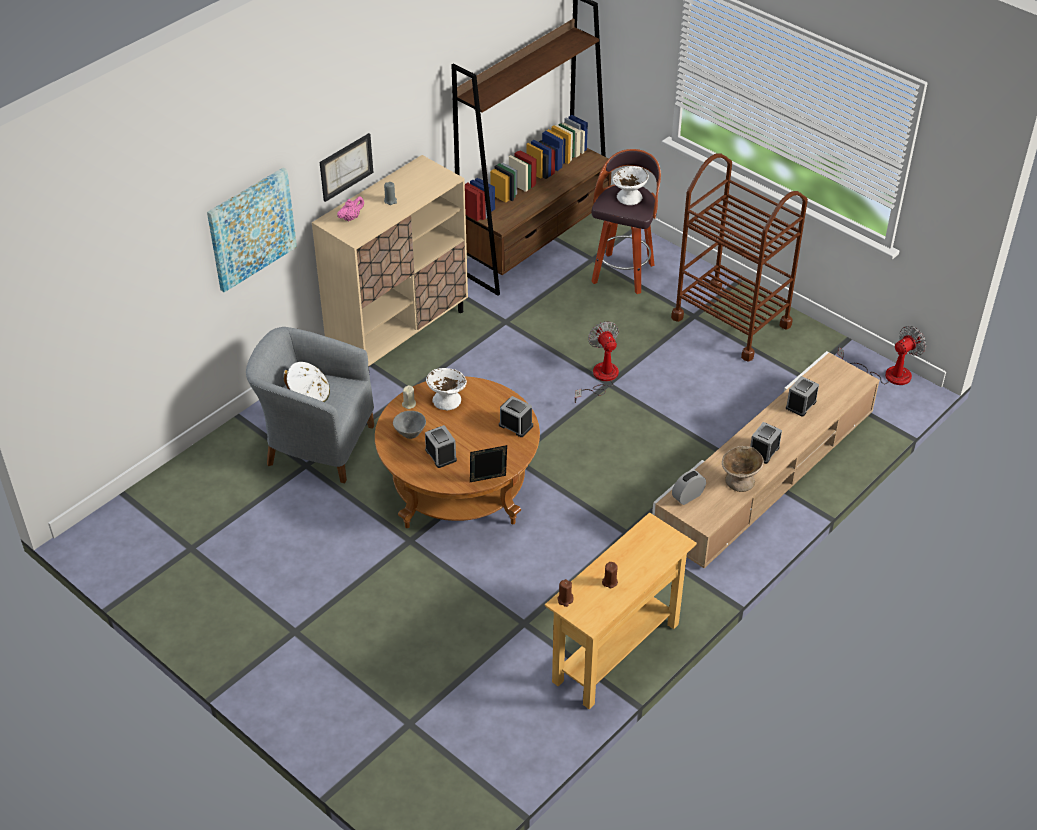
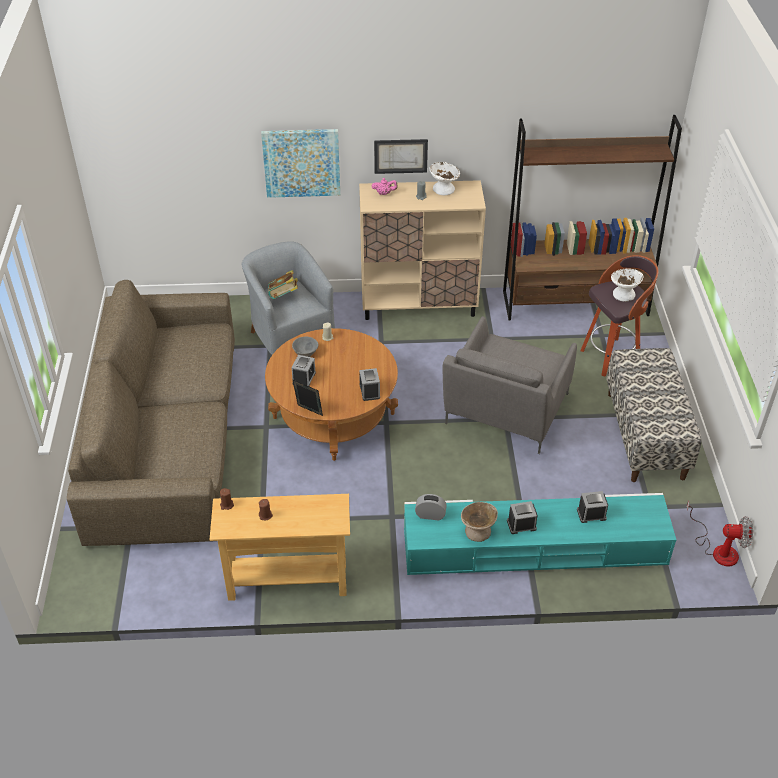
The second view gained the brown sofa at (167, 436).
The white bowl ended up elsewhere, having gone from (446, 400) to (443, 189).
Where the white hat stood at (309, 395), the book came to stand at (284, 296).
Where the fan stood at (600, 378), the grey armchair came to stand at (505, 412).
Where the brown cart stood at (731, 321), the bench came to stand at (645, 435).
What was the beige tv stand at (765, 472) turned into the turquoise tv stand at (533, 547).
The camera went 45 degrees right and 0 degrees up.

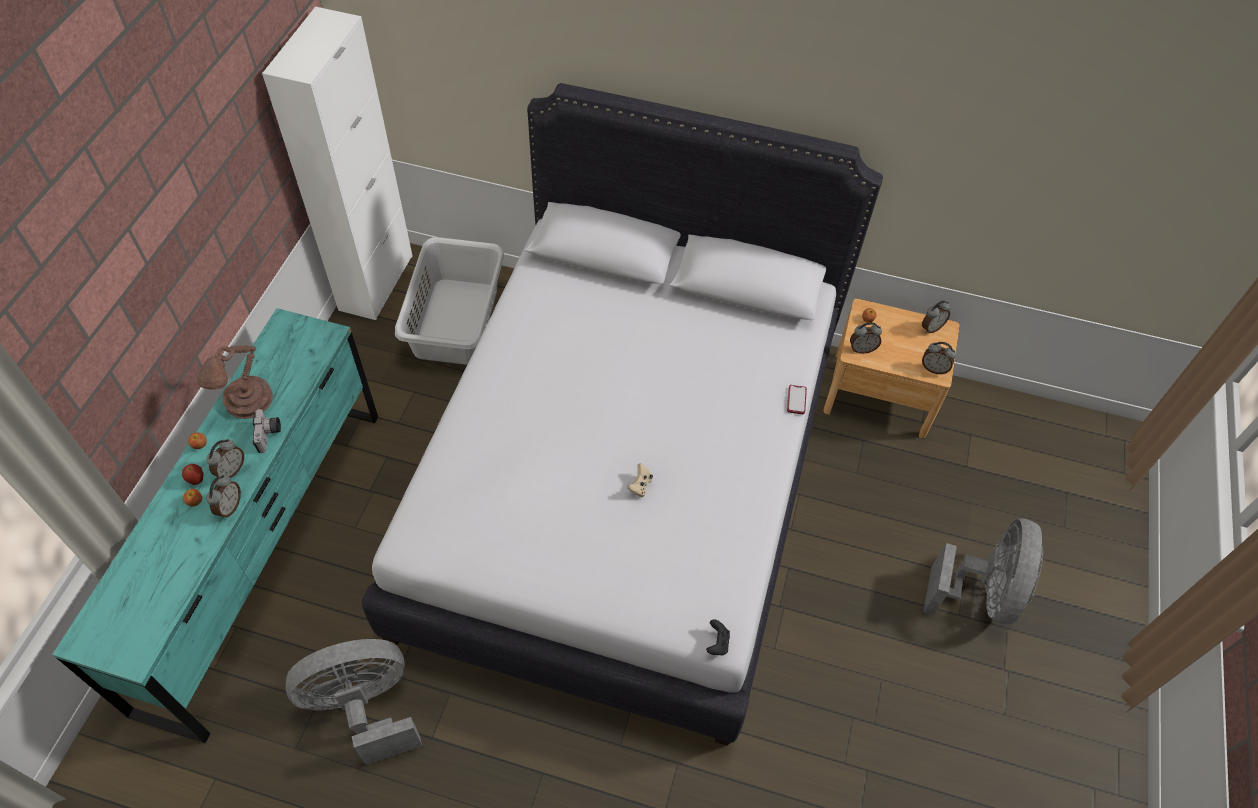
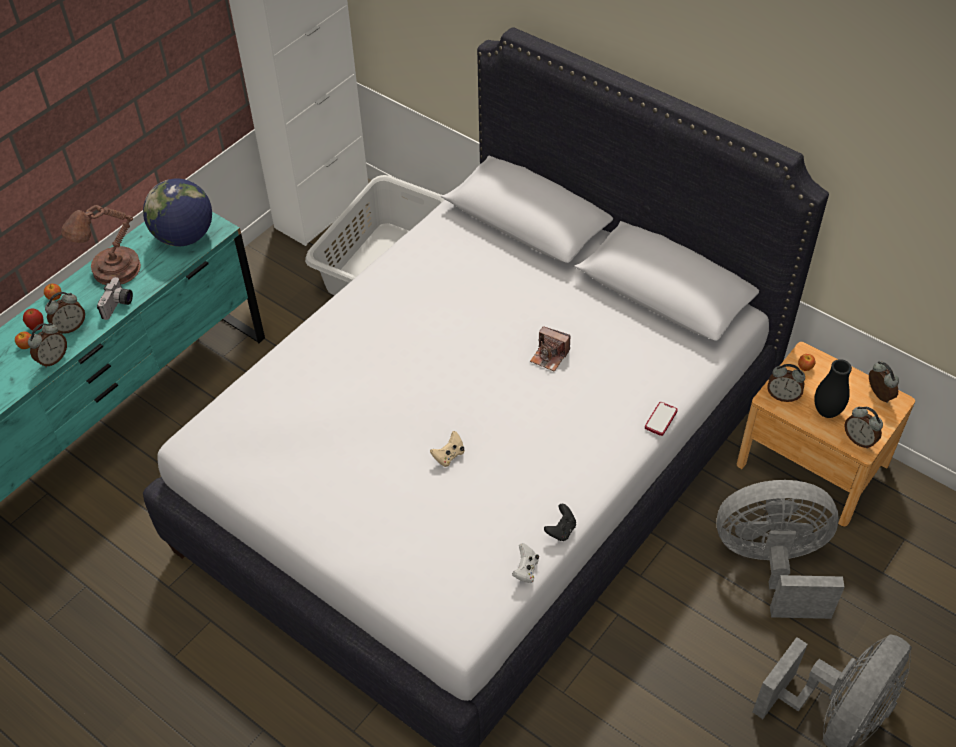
The second view gained the globe at (184, 237).
The second view gained the white game controller at (525, 570).
The second view gained the photo camera at (549, 356).
The second view gained the black vase at (826, 411).
The grey fan ended up elsewhere, having gone from (364, 707) to (773, 566).
The black game controller ended up elsewhere, having gone from (717, 643) to (561, 530).
The alarm clock at (931, 327) ended up facing another way, 105 degrees counterclockwise from before.
The camera went 25 degrees right and 5 degrees down.

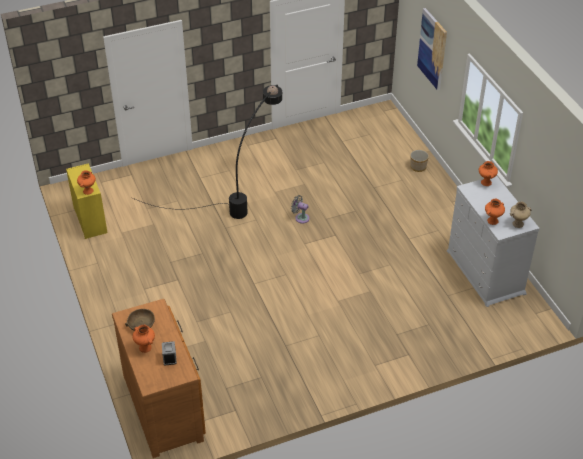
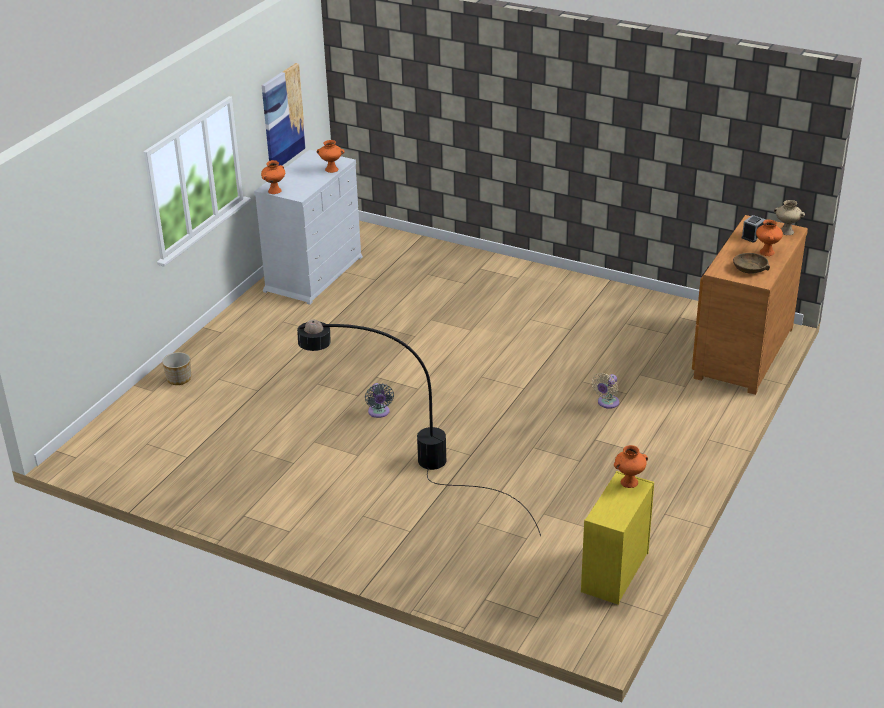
The second view gained the beige fan at (607, 403).
The picture ended up elsewhere, having gone from (432, 49) to (282, 117).
The beige vase ended up elsewhere, having gone from (518, 223) to (786, 232).
The camera went 130 degrees left and 10 degrees down.

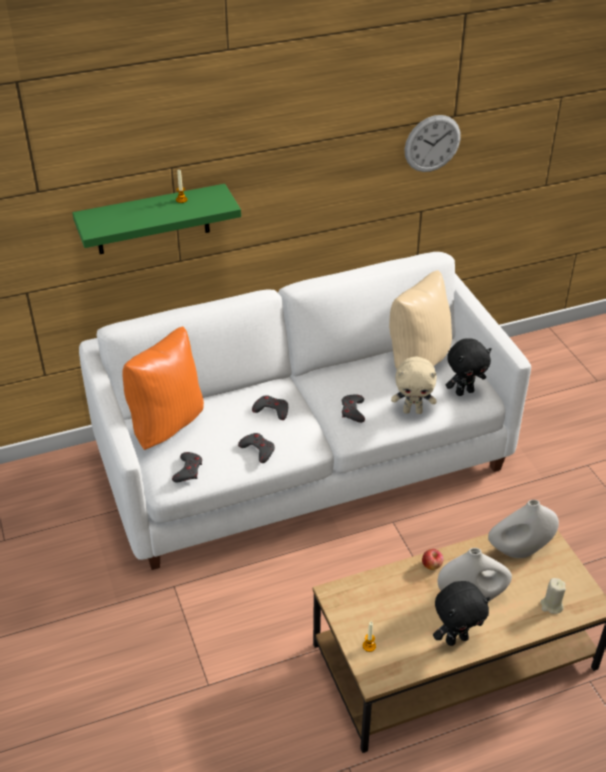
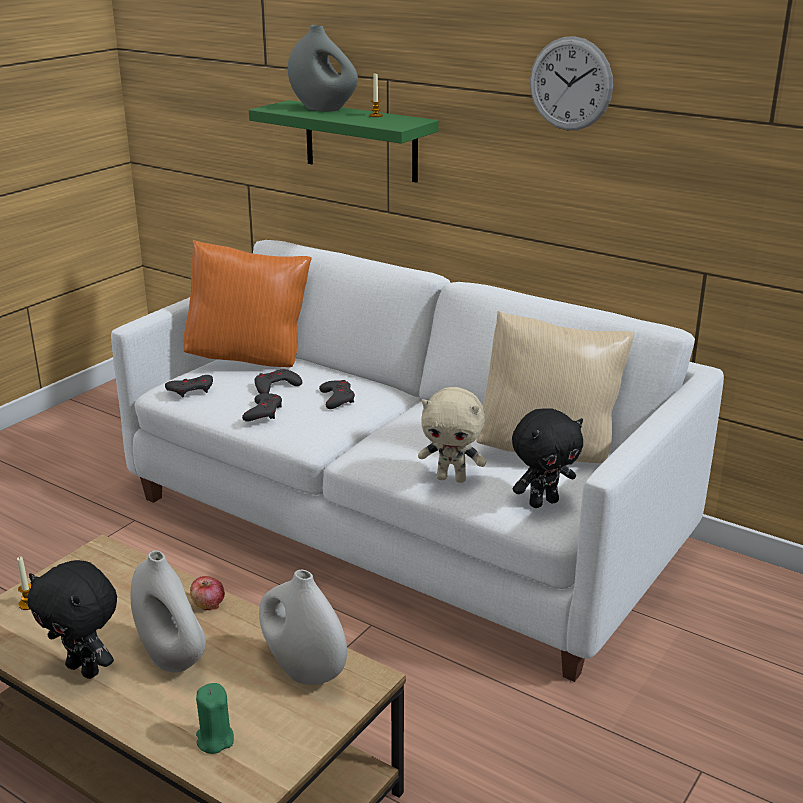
The second view gained the grey vase at (323, 109).
The grey game controller ended up elsewhere, having gone from (353, 411) to (276, 386).
The wall clock ended up elsewhere, having gone from (432, 143) to (570, 84).
What was the beige candle at (551, 605) turned into the green candle at (215, 739).
The beige plush toy at (413, 411) ended up facing another way, 45 degrees counterclockwise from before.
The black plush toy at (464, 391) ended up facing another way, 60 degrees counterclockwise from before.
The camera went 55 degrees right and 15 degrees down.

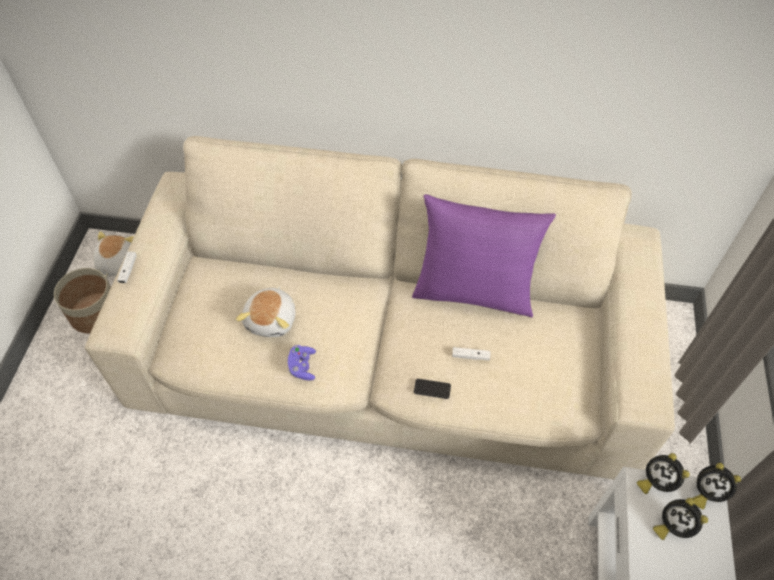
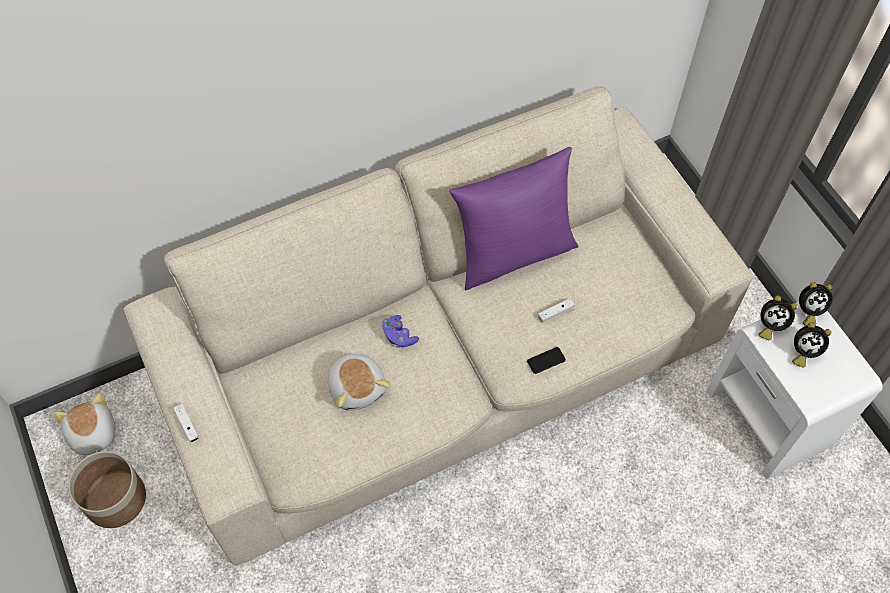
The purple game controller ended up elsewhere, having gone from (302, 367) to (399, 336).
The camera went 35 degrees left and 5 degrees up.

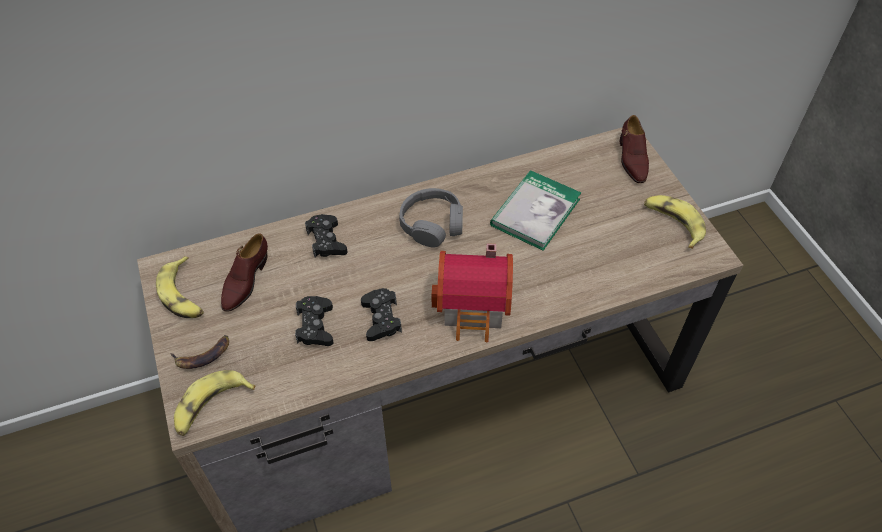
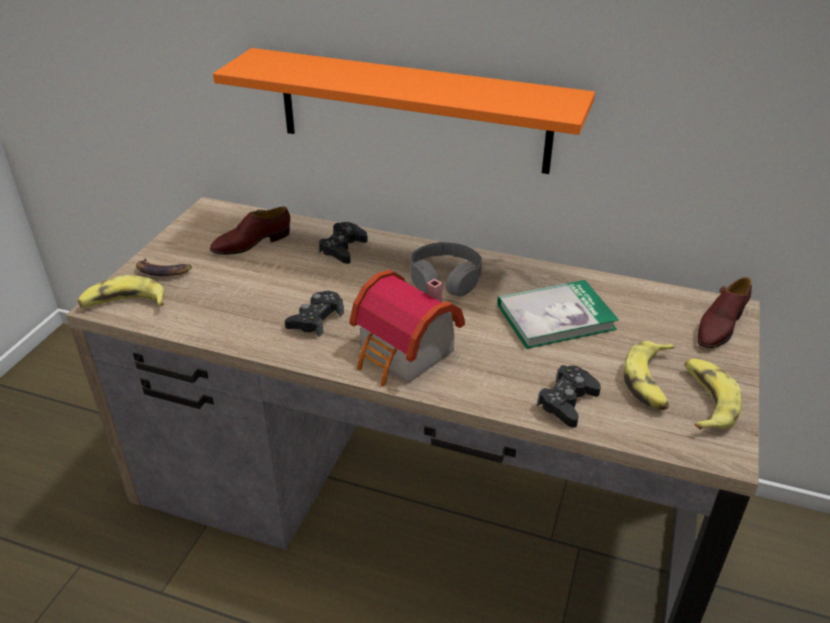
The second view gained the orange shelf at (413, 111).
The banana ended up elsewhere, having gone from (184, 295) to (650, 382).
The black game controller ended up elsewhere, having gone from (315, 326) to (567, 401).
The camera went 40 degrees right and 15 degrees down.

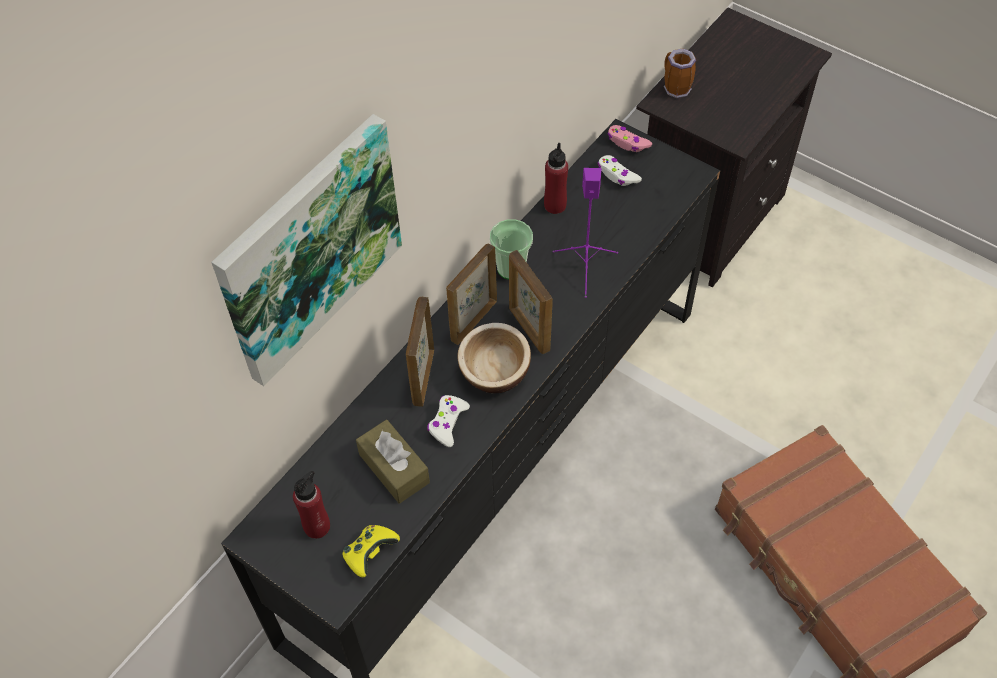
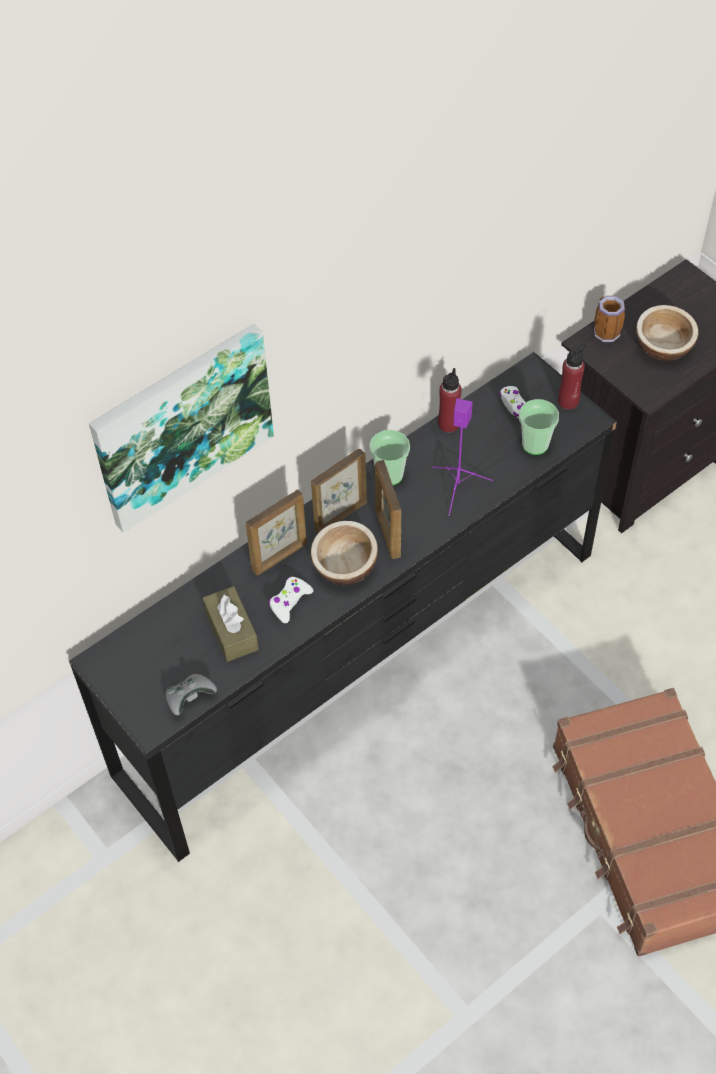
The second view lost the pink game controller at (627, 143).
The second view gained the cup at (535, 444).
The second view gained the bowl at (663, 346).
The red bottle ended up elsewhere, having gone from (317, 526) to (568, 401).
What was the yellow game controller at (370, 554) turned into the grey game controller at (190, 698).
The picture frame at (423, 377) ended up facing another way, 150 degrees counterclockwise from before.
The camera went 15 degrees right and 0 degrees up.

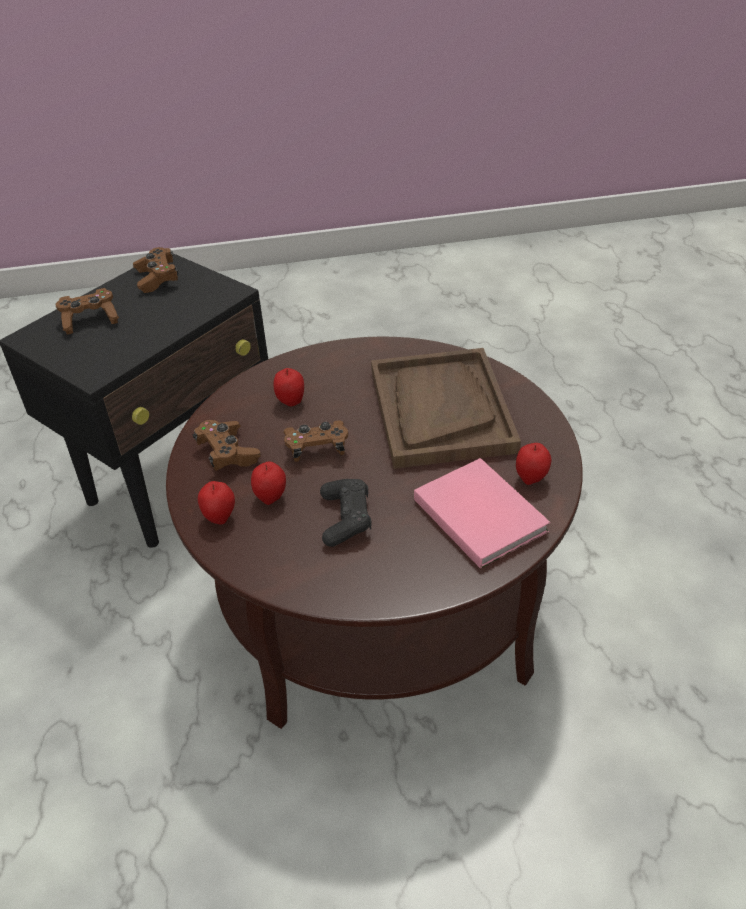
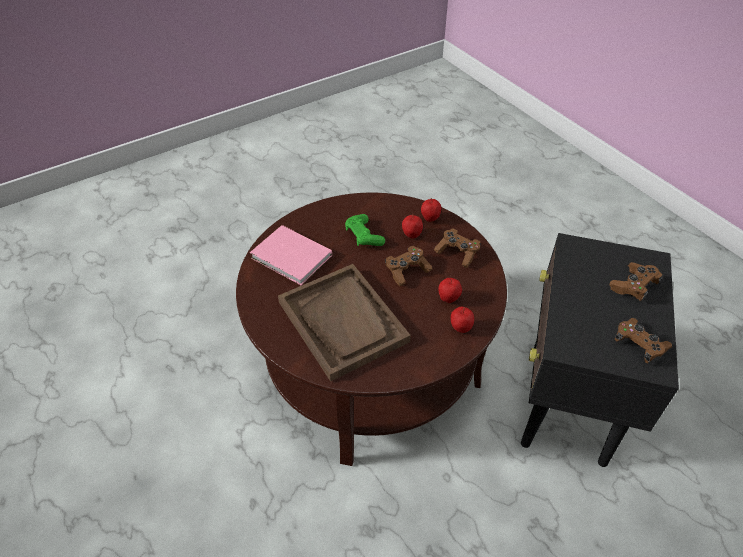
The apple ended up elsewhere, having gone from (531, 478) to (460, 329).
What was the black game controller at (346, 518) turned into the green game controller at (364, 236).
The camera went 155 degrees right and 5 degrees up.

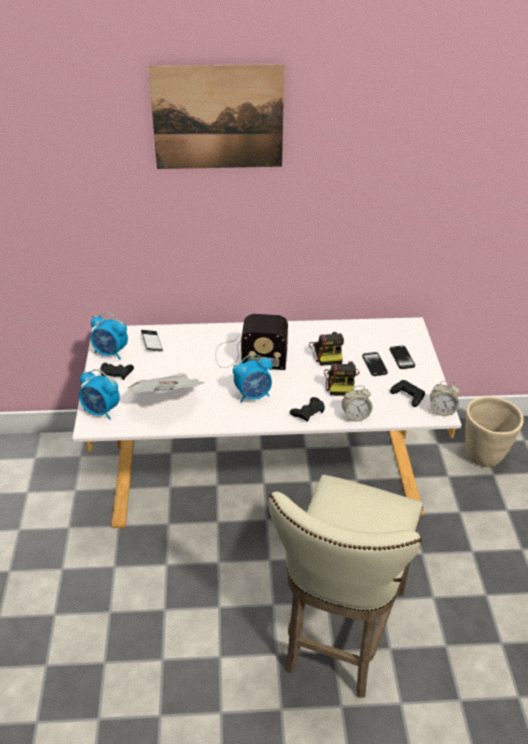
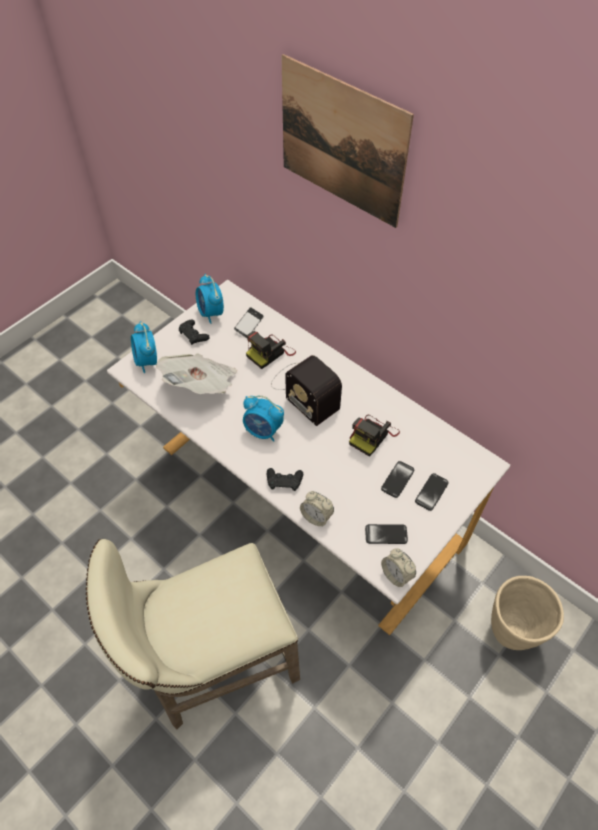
The photo camera ended up elsewhere, having gone from (341, 382) to (270, 352).
Where the black game controller stood at (408, 396), the phone came to stand at (386, 534).
The camera went 45 degrees right and 15 degrees up.

